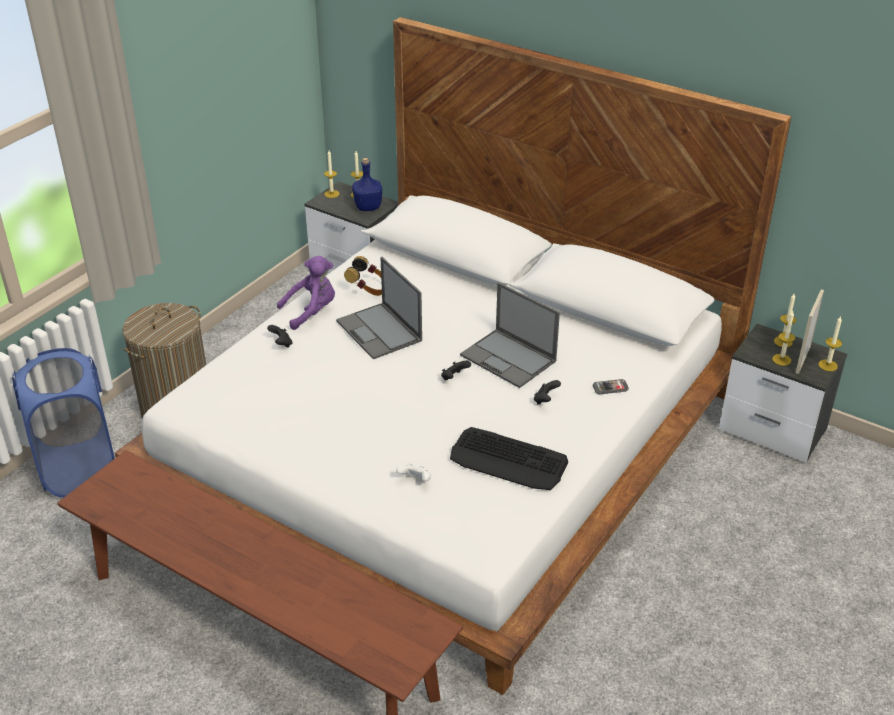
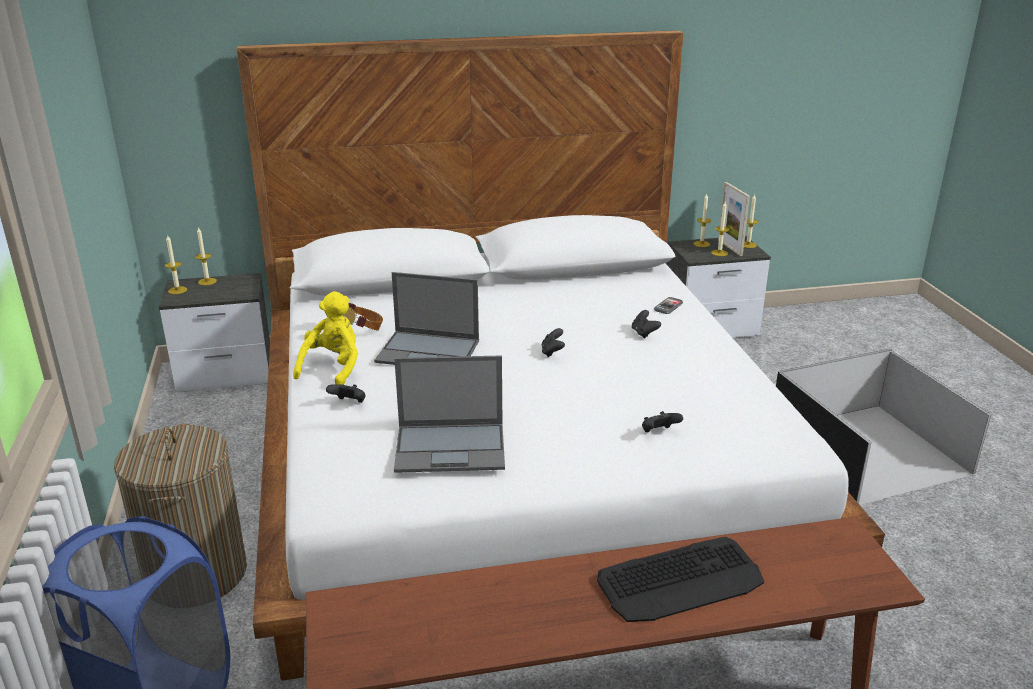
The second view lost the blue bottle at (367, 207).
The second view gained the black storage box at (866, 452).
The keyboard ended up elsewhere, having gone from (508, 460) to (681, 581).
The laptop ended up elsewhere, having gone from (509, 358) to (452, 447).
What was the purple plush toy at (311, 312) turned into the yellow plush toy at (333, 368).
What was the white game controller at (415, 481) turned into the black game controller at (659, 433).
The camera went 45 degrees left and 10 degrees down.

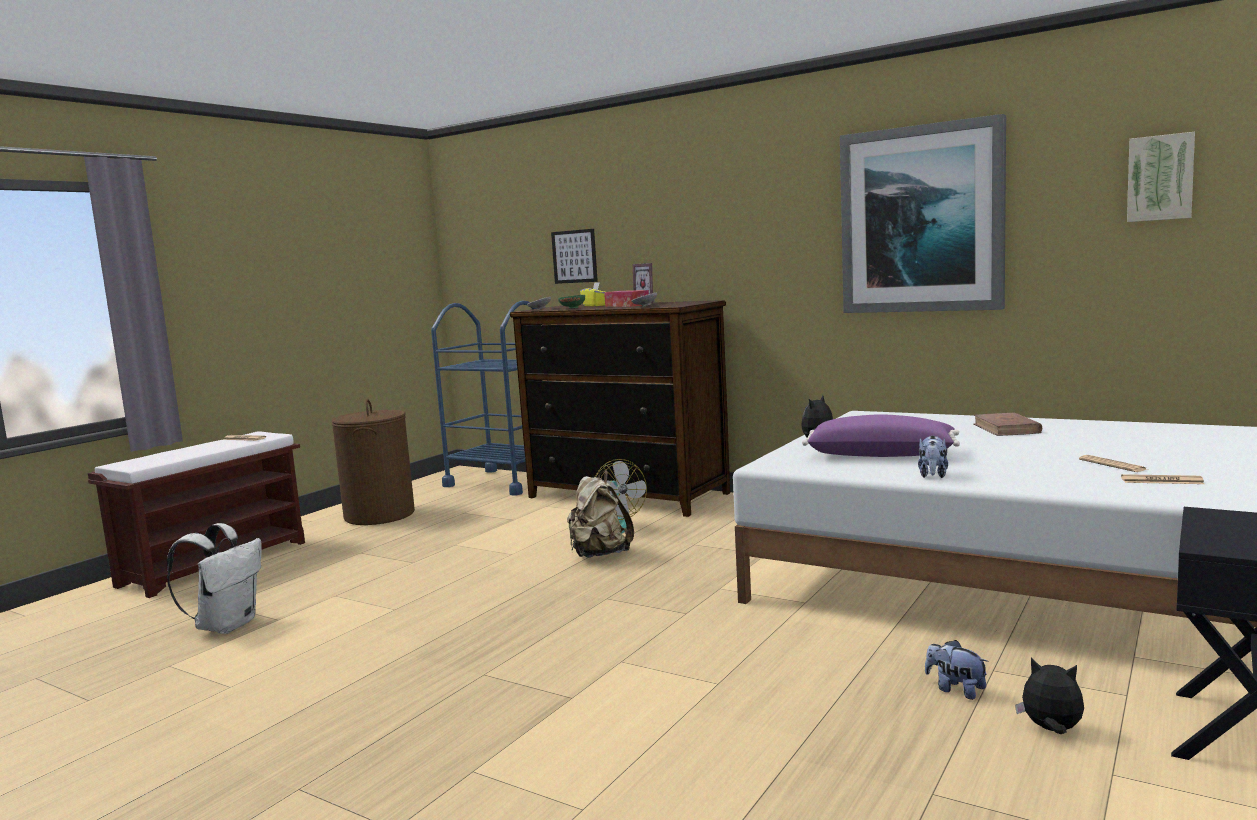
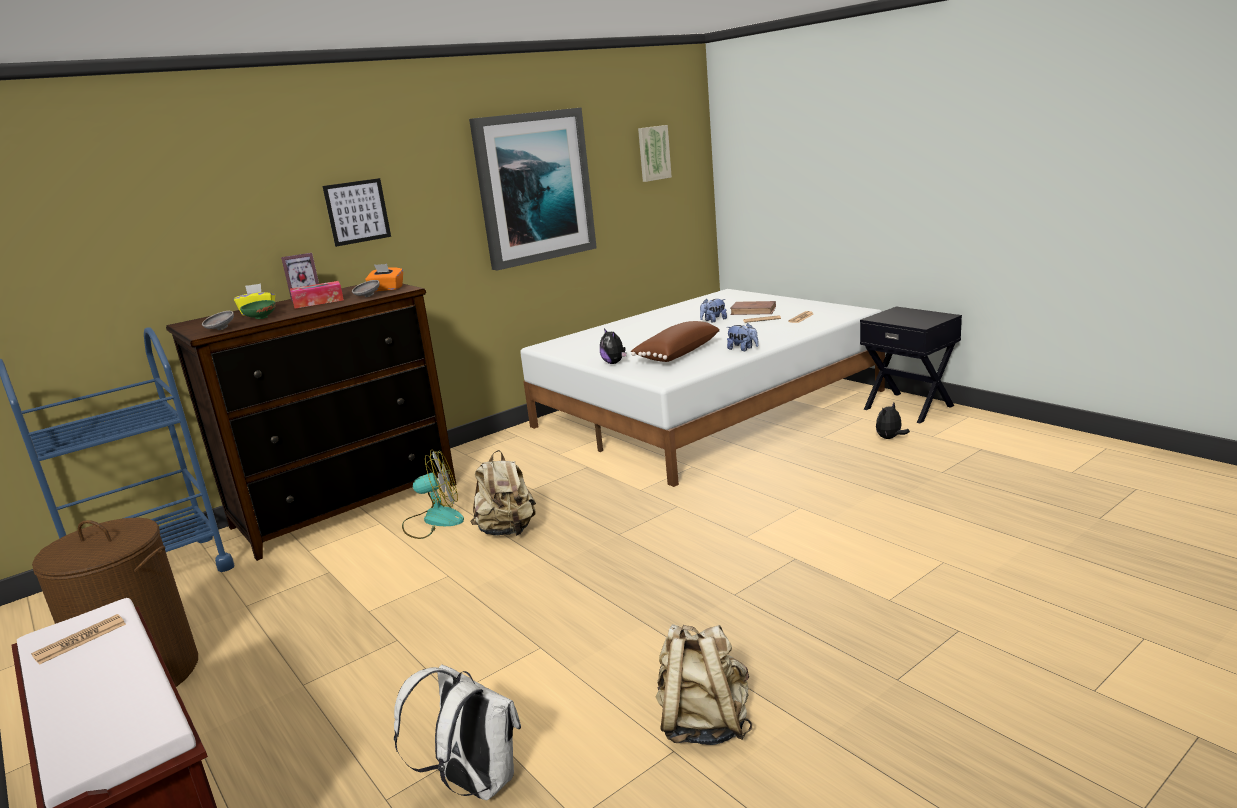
The second view gained the orange tissue box at (386, 289).
The second view gained the beige backpack at (704, 724).
The picture ended up elsewhere, having gone from (574, 256) to (357, 212).
The plush toy ended up elsewhere, having gone from (955, 689) to (713, 320).
The brown book ended up elsewhere, having gone from (1006, 428) to (753, 311).
What was the purple pillow at (881, 455) turned into the brown pillow at (676, 353).
The camera went 70 degrees left and 10 degrees up.

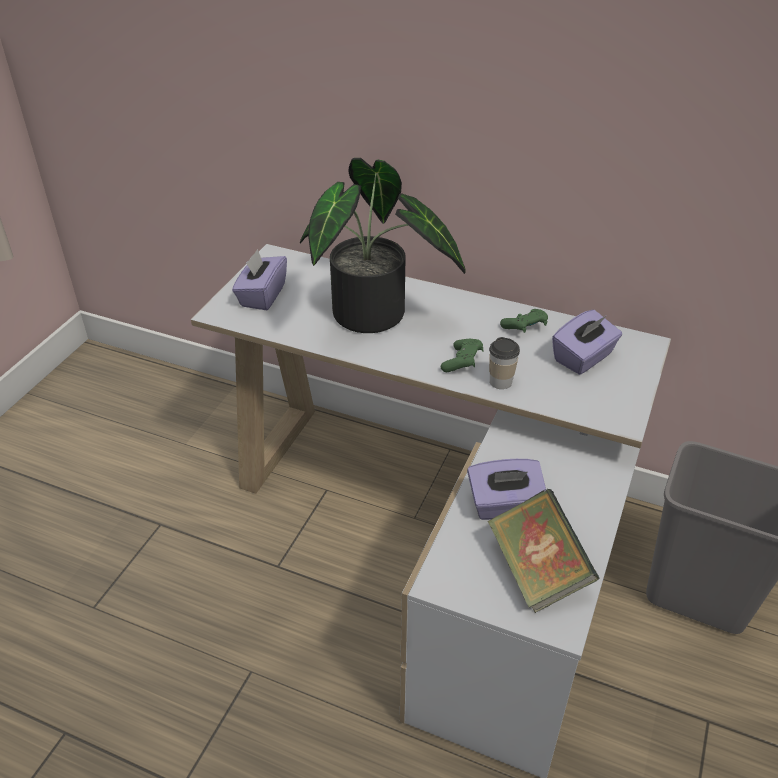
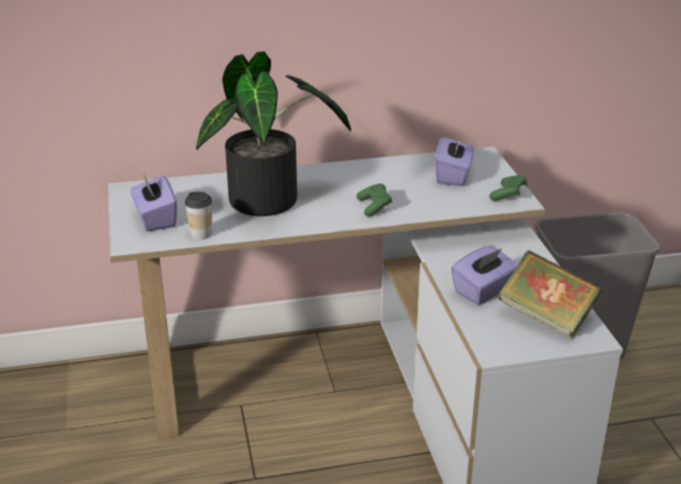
The cup ended up elsewhere, having gone from (500, 382) to (201, 234).
The green game controller ended up elsewhere, having gone from (525, 328) to (508, 195).
The camera went 35 degrees left and 10 degrees down.

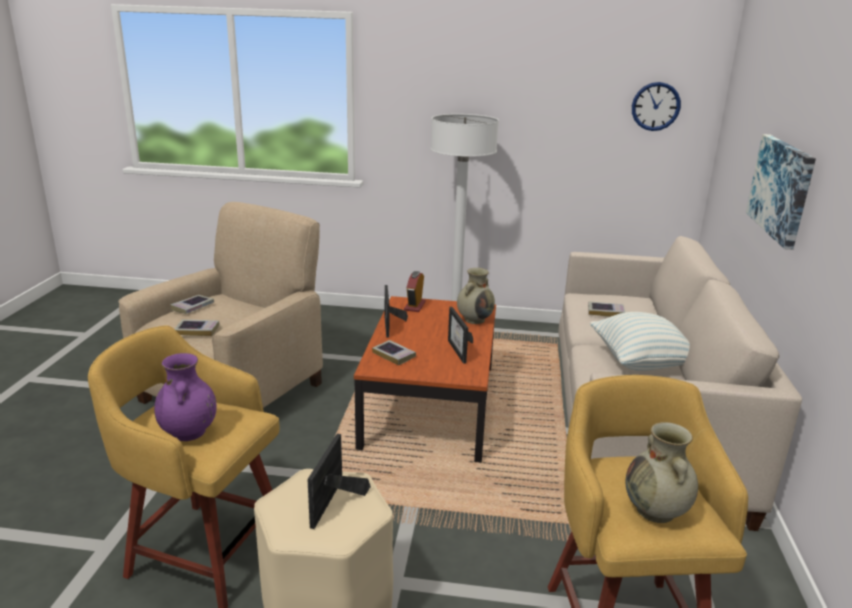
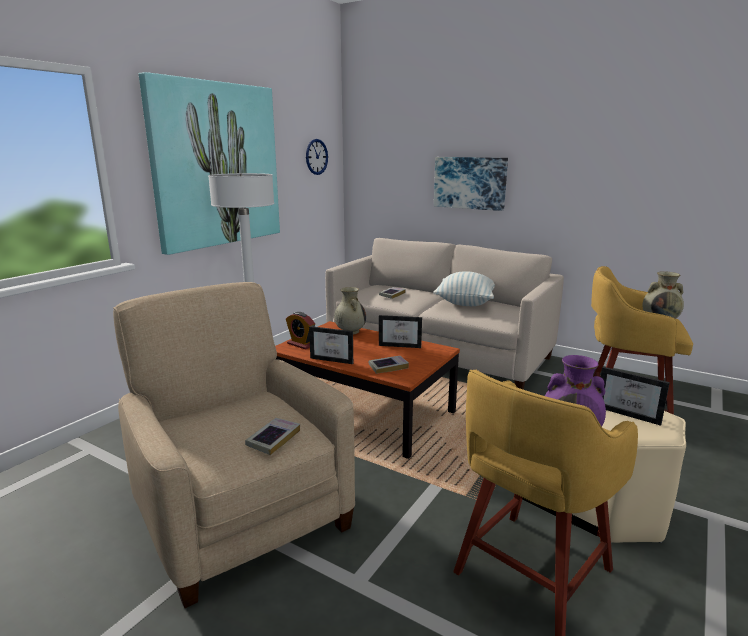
The second view lost the book at (193, 307).
The second view gained the picture at (216, 165).
The camera went 65 degrees left and 5 degrees down.

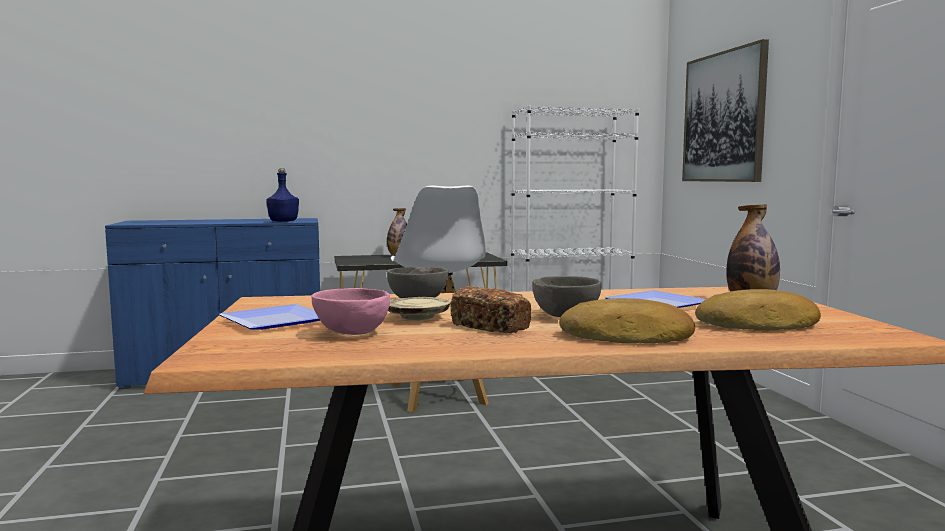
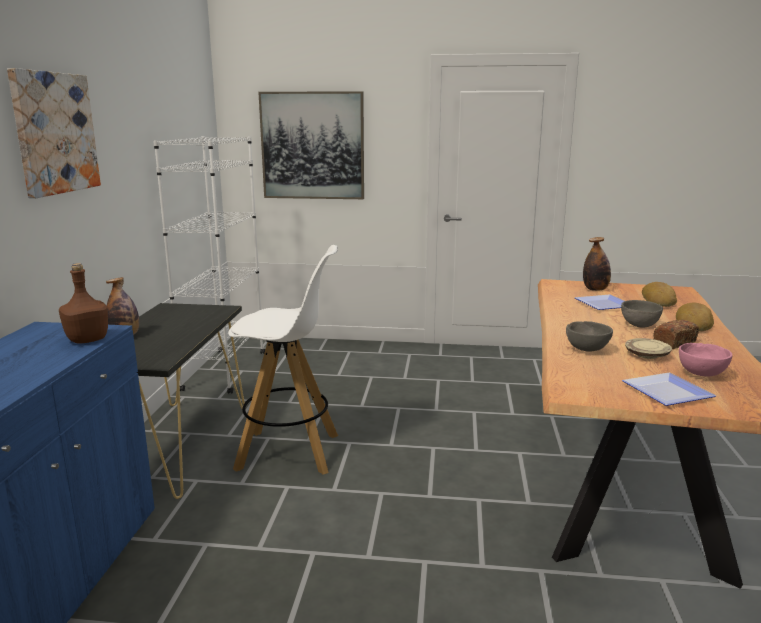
The second view gained the picture at (54, 133).
What was the blue bottle at (283, 221) turned into the brown bottle at (88, 340).
The camera went 70 degrees left and 10 degrees up.

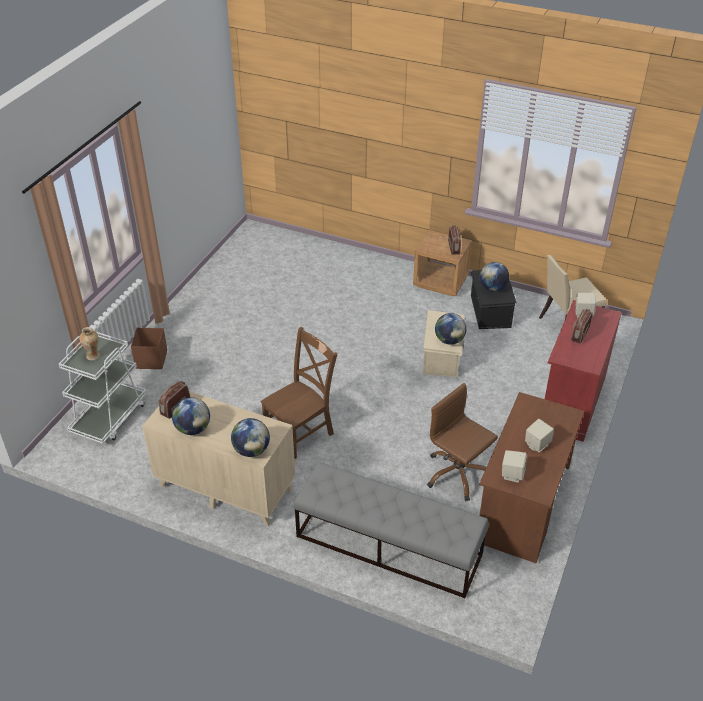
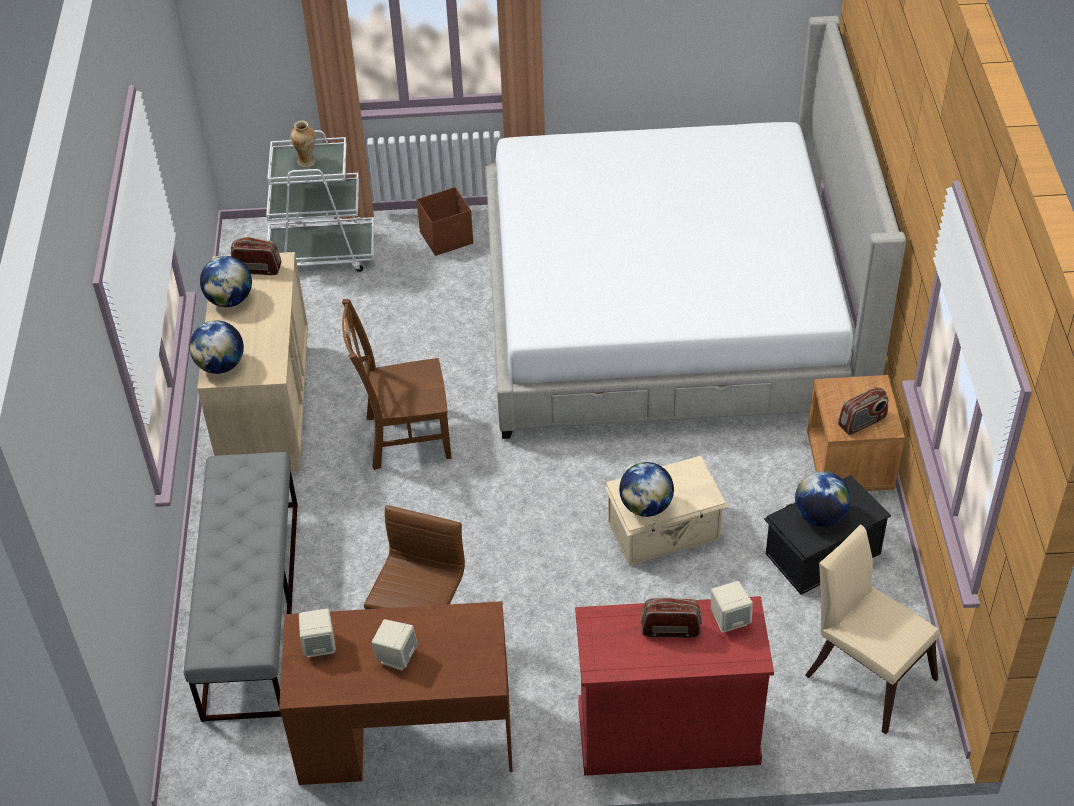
The second view gained the bed at (669, 310).
The brown chair at (301, 432) ended up facing another way, 150 degrees clockwise from before.
The camera went 65 degrees right and 5 degrees up.

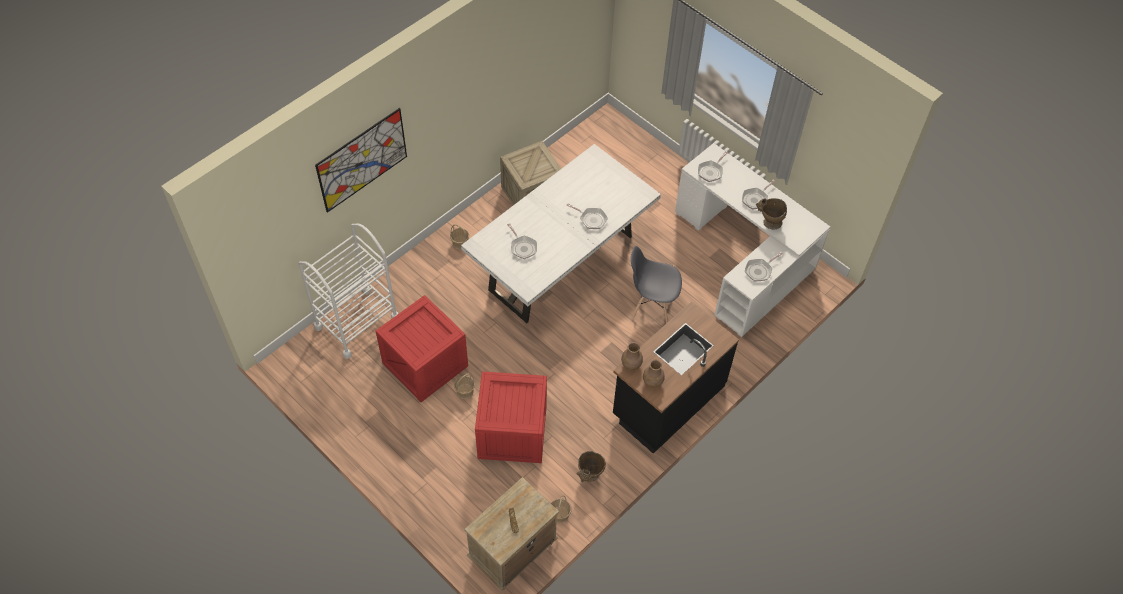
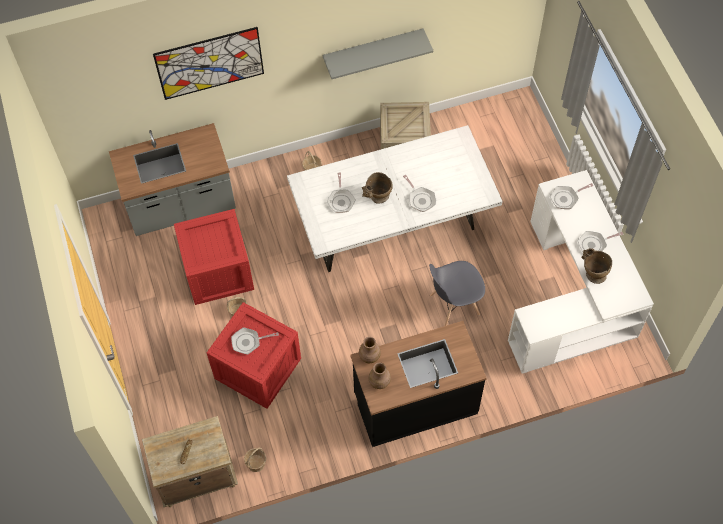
The second view gained the grey shelf at (373, 49).
The beige vase ended up elsewhere, having gone from (589, 476) to (377, 198).
The frying pan ended up elsewhere, having gone from (759, 270) to (248, 342).
Where the white cart stood at (357, 322), the grey counter came to stand at (181, 207).
The grey chair at (651, 306) ended up facing another way, 60 degrees counterclockwise from before.
The camera went 30 degrees right and 5 degrees up.

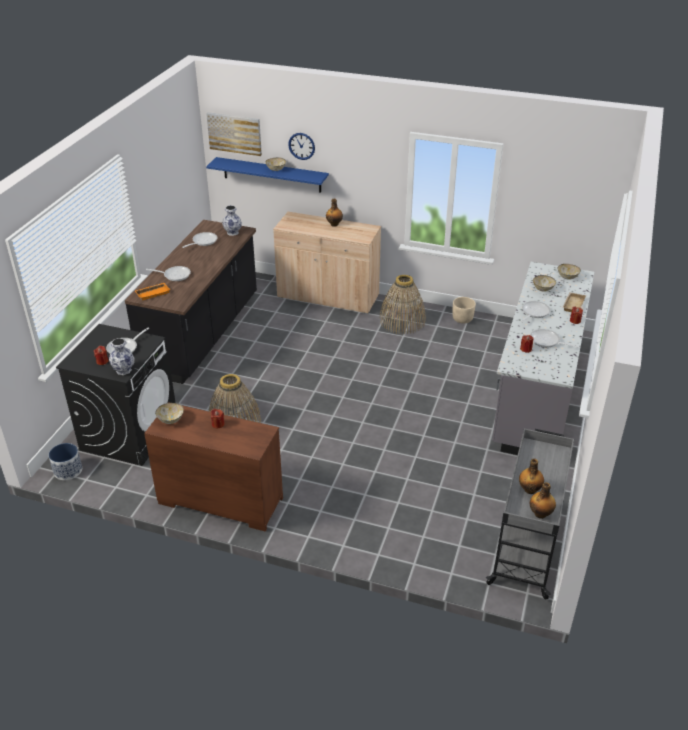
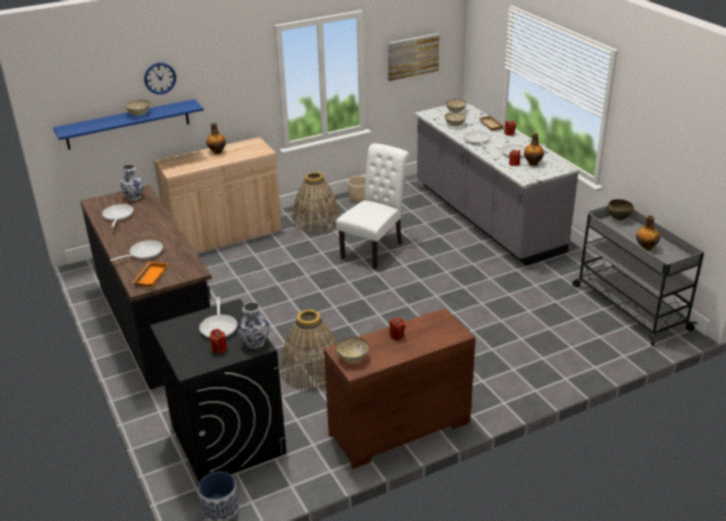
The second view gained the white chair at (374, 249).
The second view gained the brown bowl at (619, 219).
The picture ended up elsewhere, having gone from (234, 133) to (412, 56).
The bottle ended up elsewhere, having gone from (540, 514) to (533, 163).
The camera went 45 degrees left and 5 degrees down.

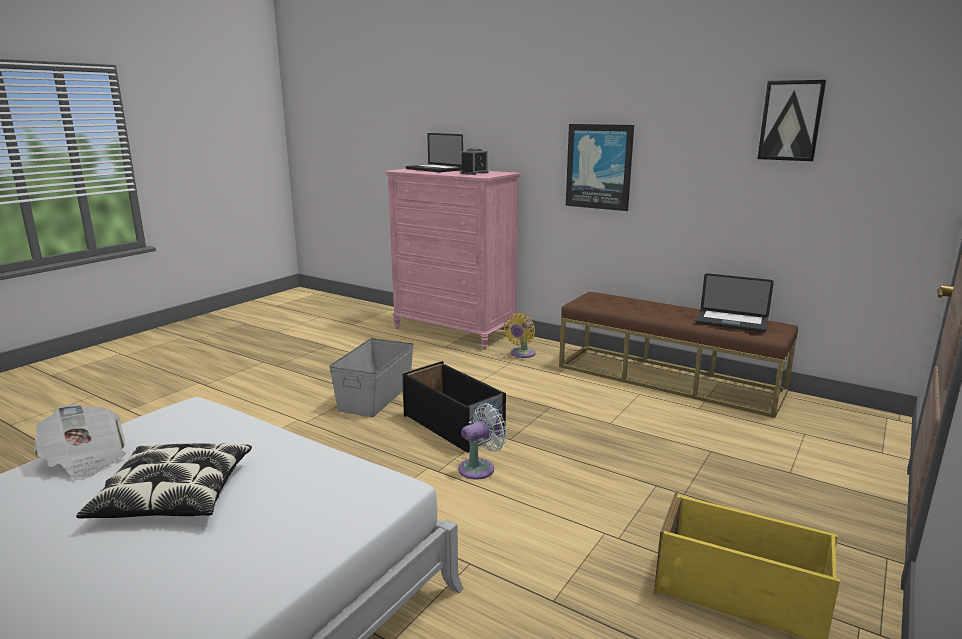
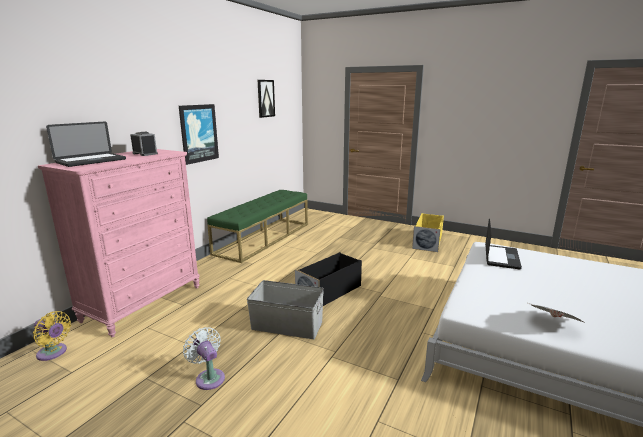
The second view lost the pillow at (175, 495).
The white fan ended up elsewhere, having gone from (480, 468) to (209, 377).
The yellow fan ended up elsewhere, having gone from (521, 354) to (53, 353).
The laptop ended up elsewhere, having gone from (731, 322) to (501, 257).
What was the brown bench at (668, 378) turned into the green bench at (264, 238).
The camera went 95 degrees left and 0 degrees up.

